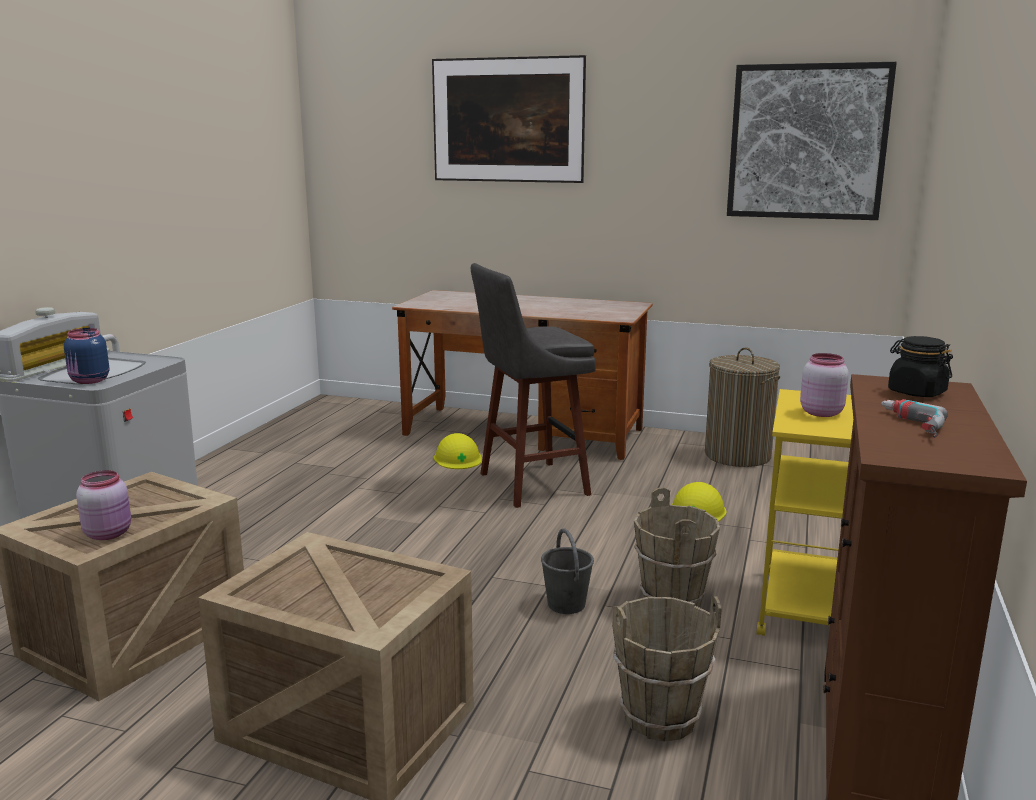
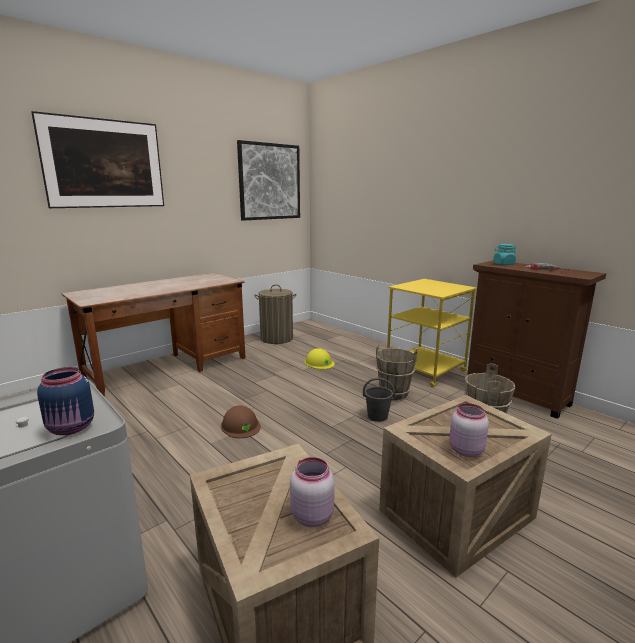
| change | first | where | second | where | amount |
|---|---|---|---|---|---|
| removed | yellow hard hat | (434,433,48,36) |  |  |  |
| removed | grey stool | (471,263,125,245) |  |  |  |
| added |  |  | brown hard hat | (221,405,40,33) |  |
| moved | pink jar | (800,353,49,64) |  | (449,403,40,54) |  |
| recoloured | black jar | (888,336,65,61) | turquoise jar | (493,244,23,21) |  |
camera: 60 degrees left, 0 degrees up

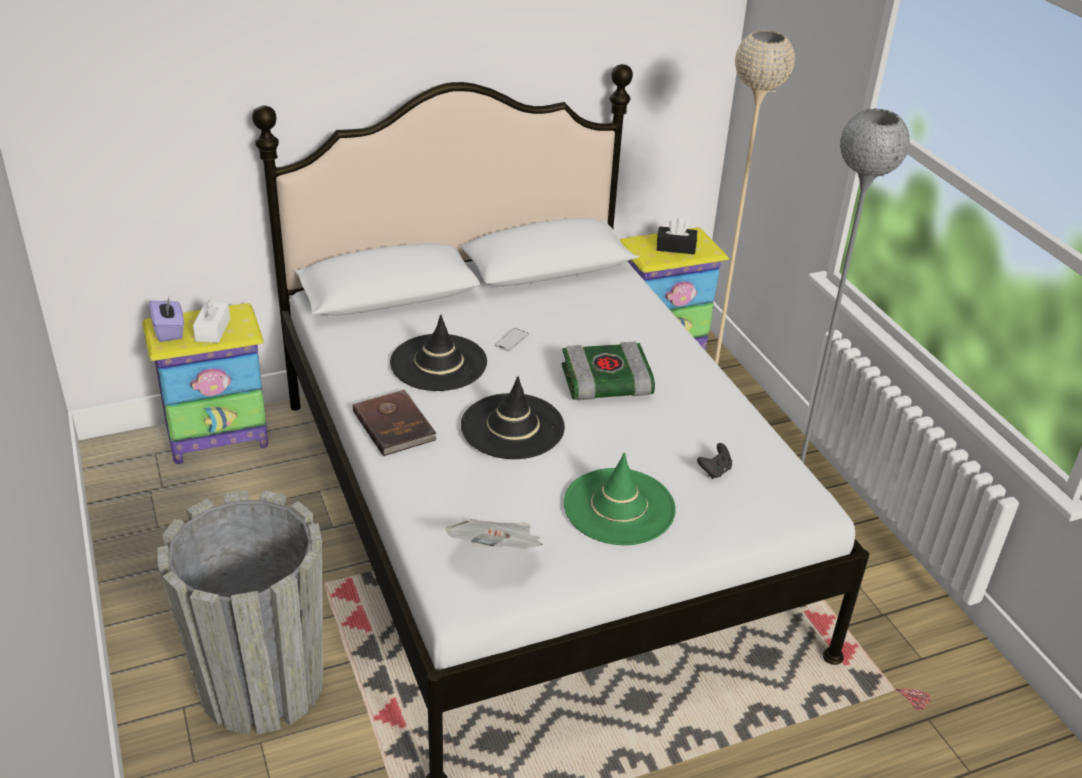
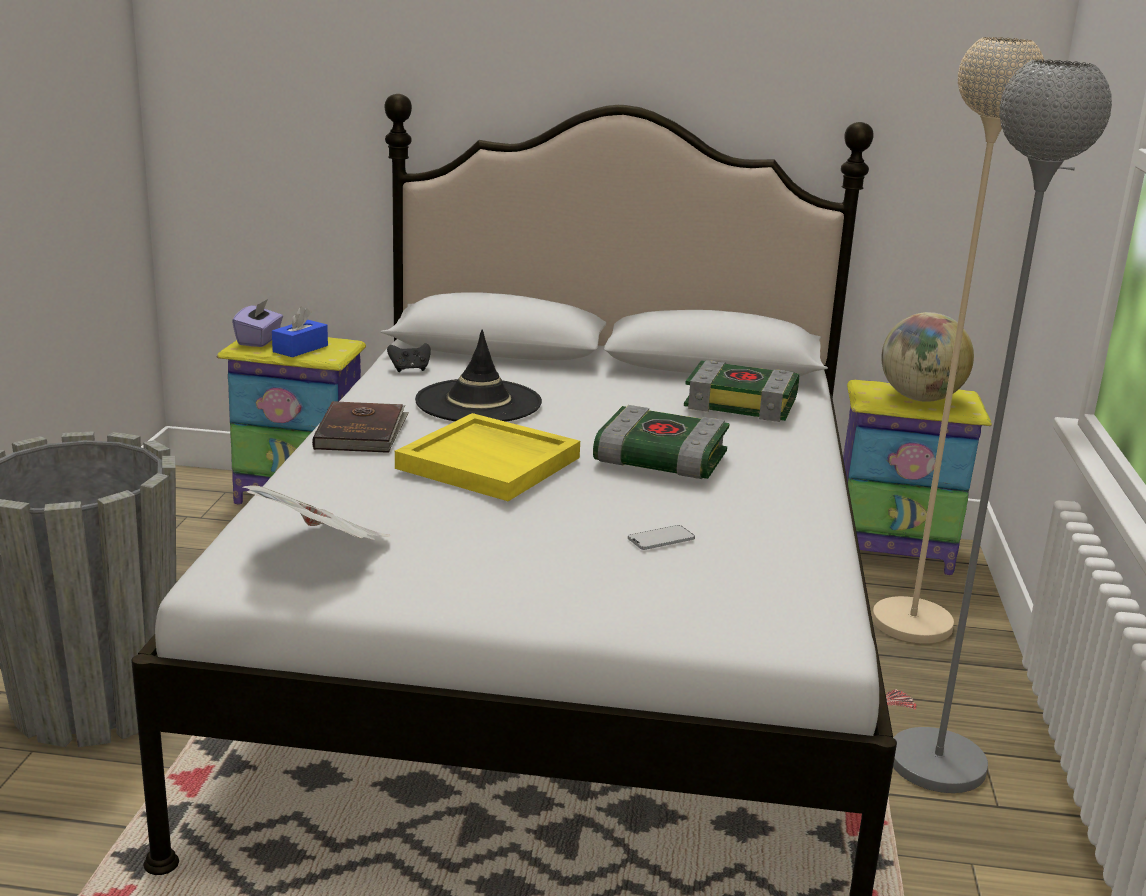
| change | first | where | second | where | amount |
|---|---|---|---|---|---|
| removed | green hat | (564,452,112,93) |  |  |  |
| added |  |  | book | (684,360,115,62) |  |
| moved | phone | (495,328,34,23) |  | (628,525,67,25) |  |
| moved | black game controller | (697,443,35,36) |  | (387,343,44,29) |  |
| replaced | black hat | (461,376,104,83) | yellow tray | (395,413,185,88) |  |
| replaced | black tissue box | (657,218,40,36) | globe | (881,312,93,90) |  |
| recoloured | white tissue box | (193,297,37,46) | blue tissue box | (272,307,56,50) |  |
camera: 30 degrees right, 15 degrees down

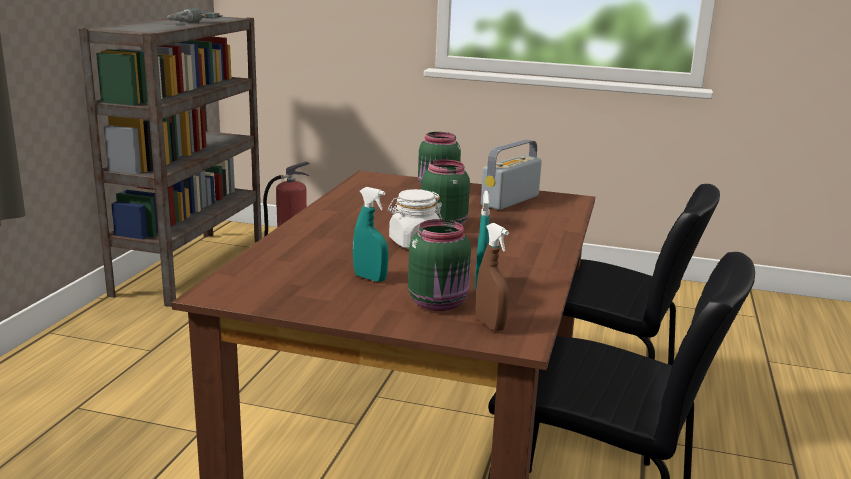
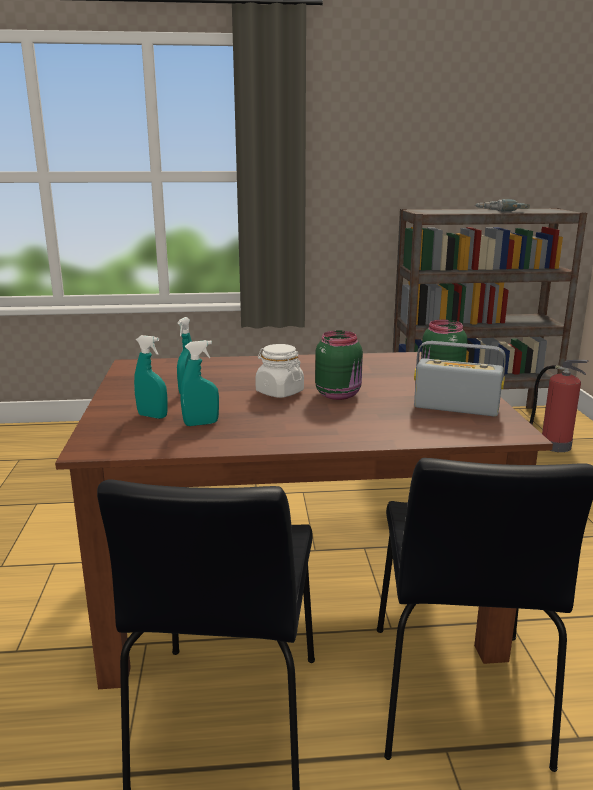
| change | first | where | second | where | amount |
|---|---|---|---|---|---|
| removed | brown spray bottle | (476,223,33,108) |  |  |  |
| replaced | green jar | (408,219,63,92) | turquoise spray bottle | (134,335,34,84) |  |
camera: 70 degrees right, 0 degrees up

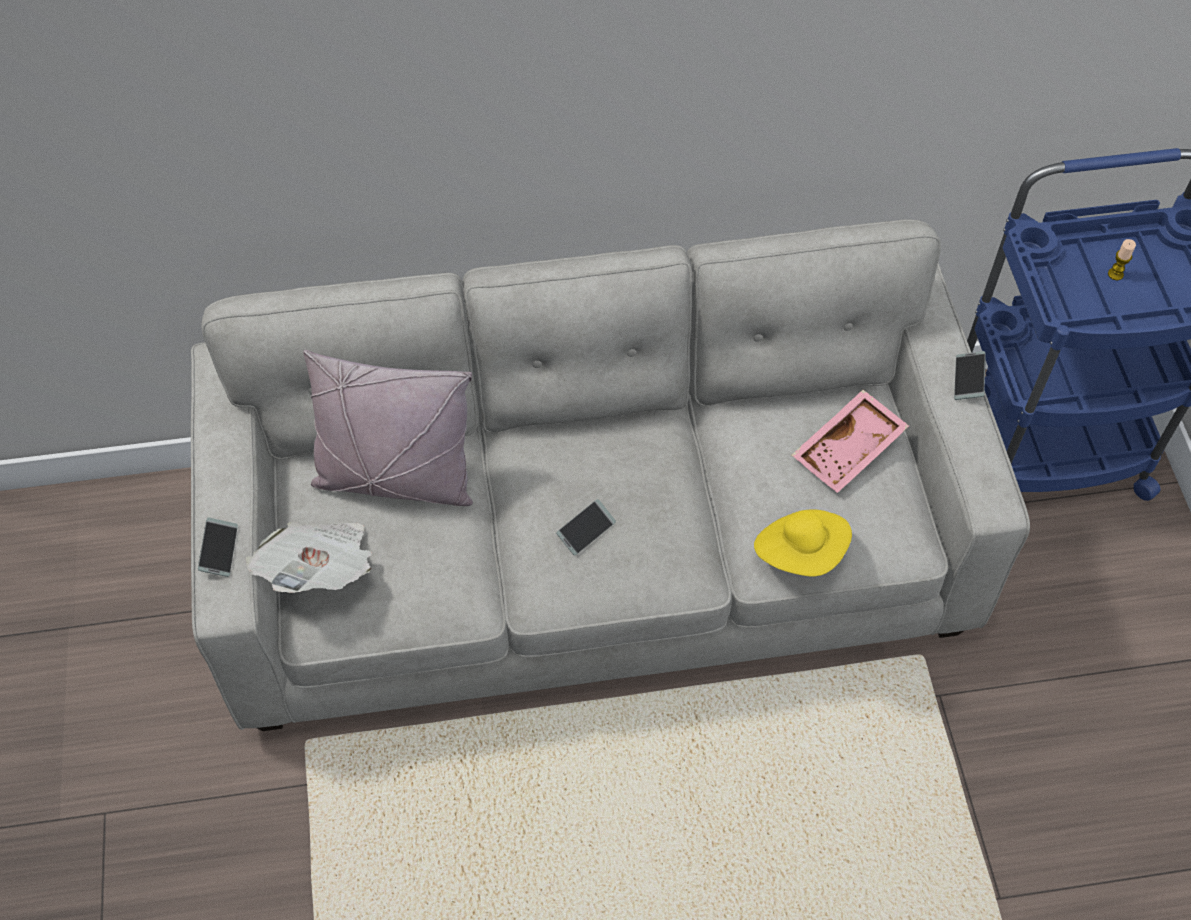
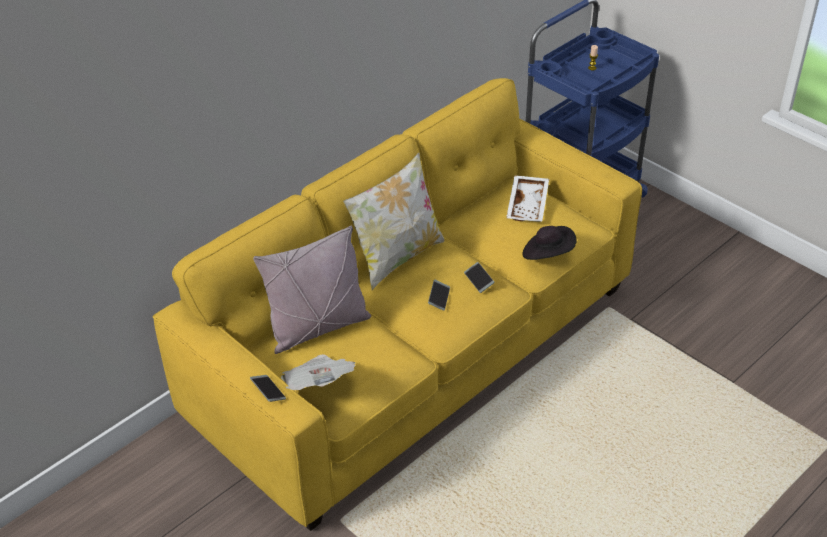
| change | first | where | second | where | amount |
|---|---|---|---|---|---|
| added |  |  | pillow | (343,153,102,137) |  |
| moved | phone | (954,351,32,49) |  | (464,262,31,31) |  |
| recoloured | grey sofa | (191,219,839,512) | yellow sofa | (153,78,489,453) |  |
| recoloured | yellow hat | (754,509,98,67) | black hat | (522,226,55,34) |  |
| recoloured | pink tray | (792,390,117,103) | white tray | (506,175,43,47) |  |
camera: 35 degrees left, 15 degrees down

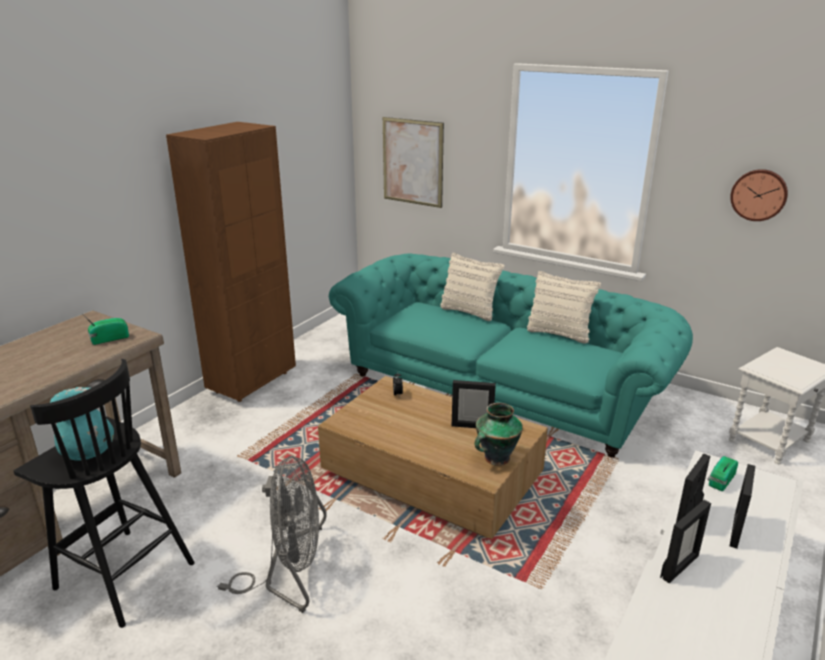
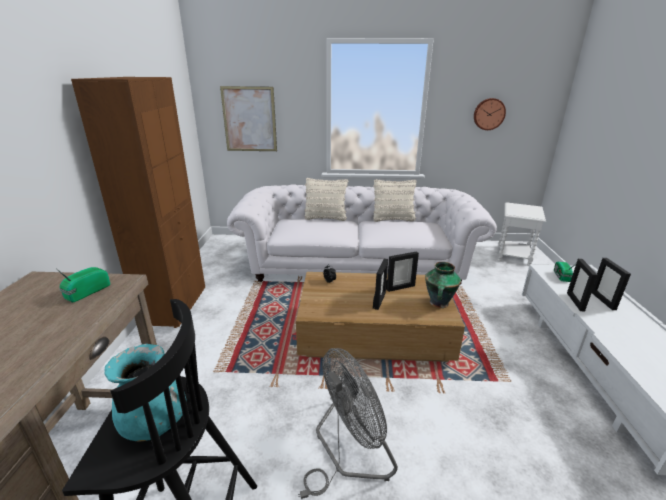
| change | first | where | second | where | amount |
|---|---|---|---|---|---|
| moved | picture frame | (660,500,51,83) |  | (373,259,15,51) |  |
| recoloured | turquoise sofa | (329,253,364,205) | white sofa | (227,184,270,101) |  |
camera: 30 degrees left, 0 degrees up

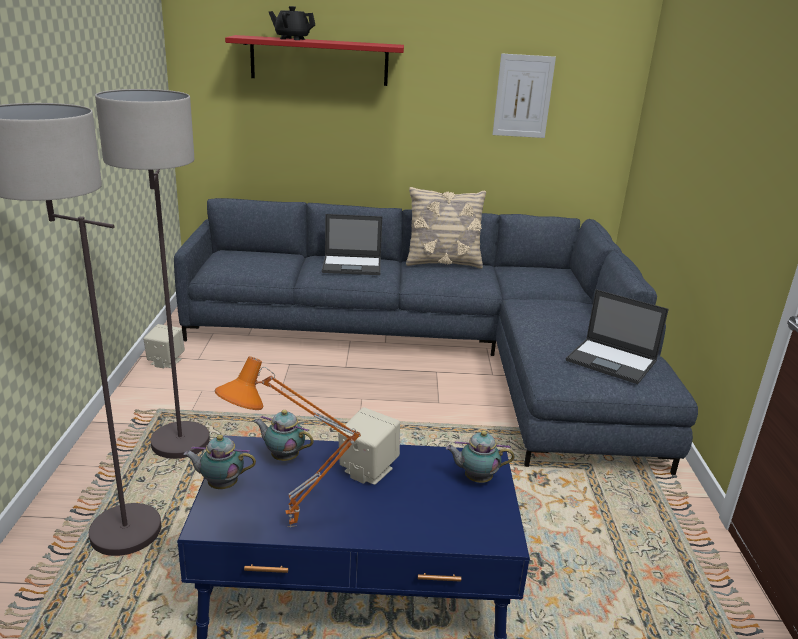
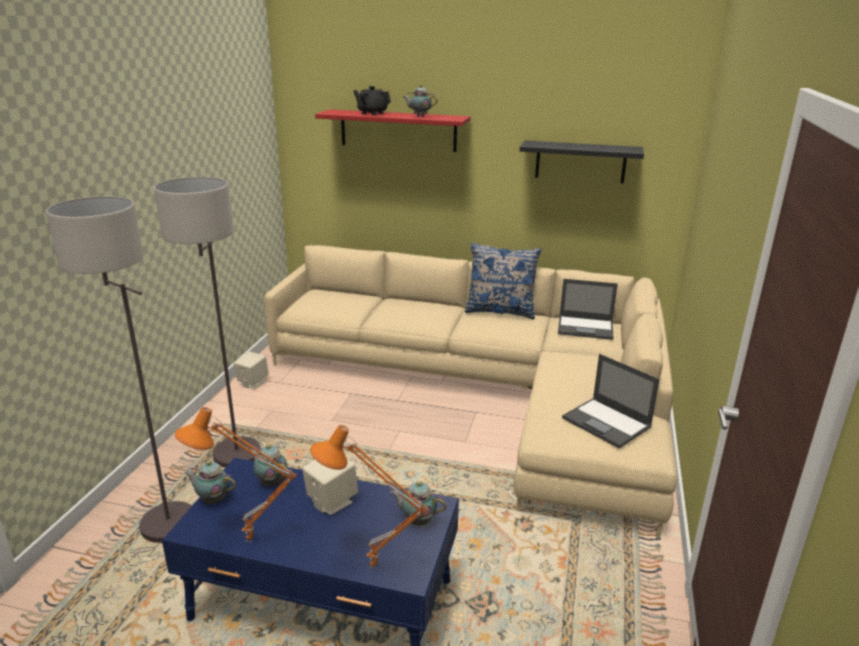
| change | first | where | second | where | amount |
|---|---|---|---|---|---|
| added |  |  | orange table lamp | (310,425,118,144) |  |
| added |  |  | teapot | (404,85,33,32) |  |
| moved | laptop | (322,214,60,61) |  | (558,279,60,61) |  |
| replaced | picture | (492,53,64,85) | black shelf | (519,140,125,44) |  |
| recoloured | blue sofa | (174,198,524,277) | beige sofa | (265,245,412,293) |  |
| recoloured | beige pillow | (406,187,80,82) | blue pillow | (465,242,76,78) |  |
camera: 15 degrees right, 0 degrees up

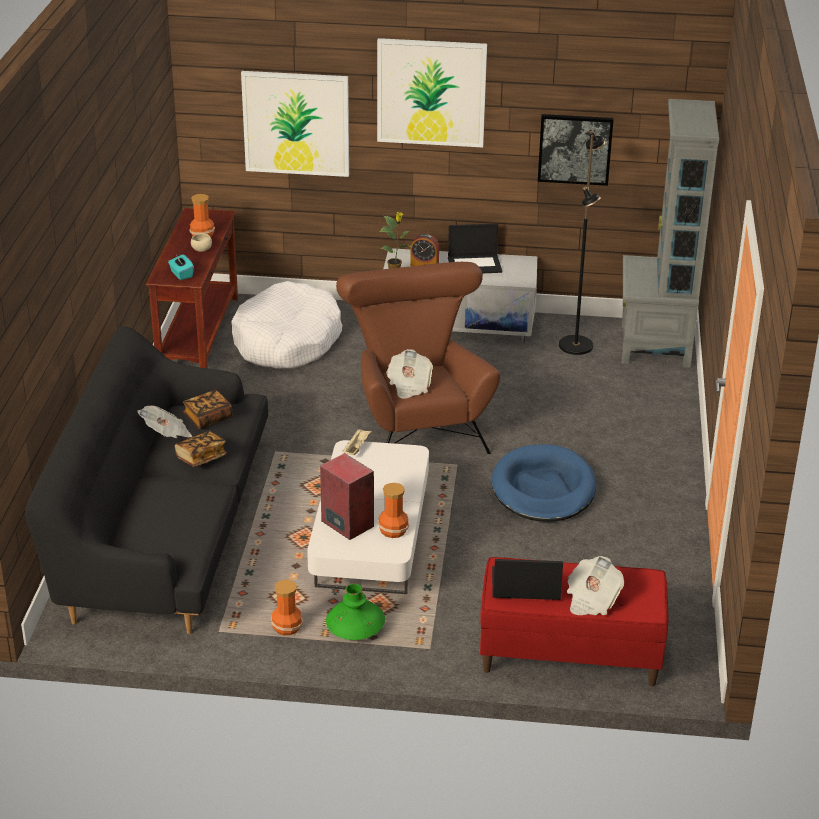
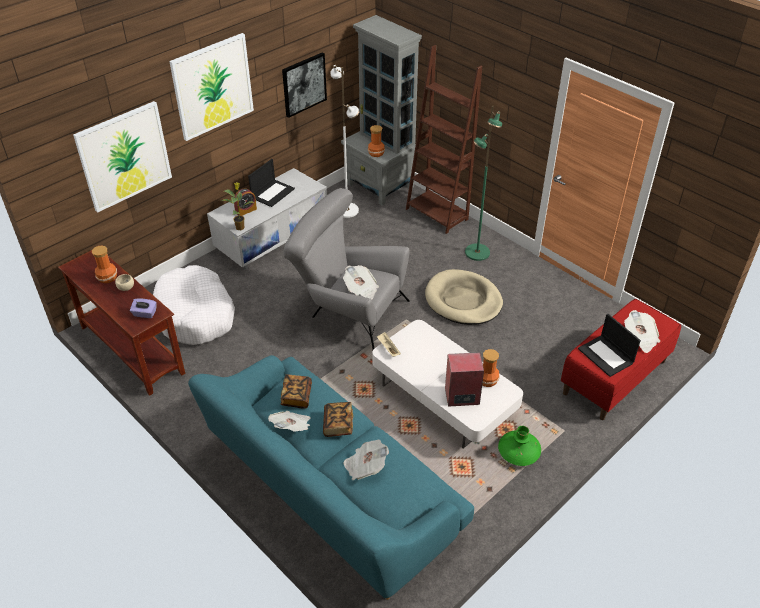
| change | first | where | second | where | amount |
|---|---|---|---|---|---|
| added |  |  | newspaper | (343,440,46,40) |  |
| added |  |  | brown bookcase | (406,45,76,189) |  |
| added |  |  | green floor lamp | (465,106,37,155) |  |
| moved | vase | (271,580,32,55) |  | (368,125,17,32) |  |
| recoloured | black sofa | (25,326,243,308) | turquoise sofa | (188,355,286,245) |  |
| recoloured | turquoise tissue box | (168,254,26,26) | purple tissue box | (130,298,27,20) |  |
| recoloured | brown armchair | (336,262,164,192) | grey armchair | (283,188,127,162) |  |
| recoloured | blue dog bed | (492,444,104,78) | beige dog bed | (425,269,78,56) |  |
| recoloured | black floor lamp | (559,130,46,225) | white floor lamp | (330,65,30,153) |  |
| turned | laptop | (492,559,71,41) |  | (578,314,63,63) | 75 degrees counterclockwise |
camera: 50 degrees left, 10 degrees up

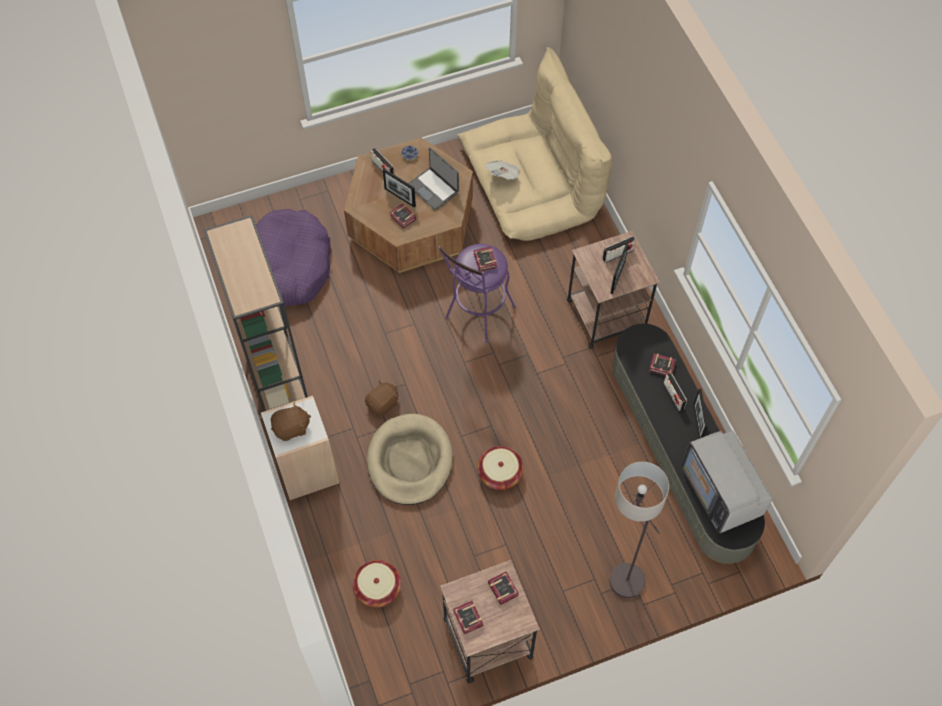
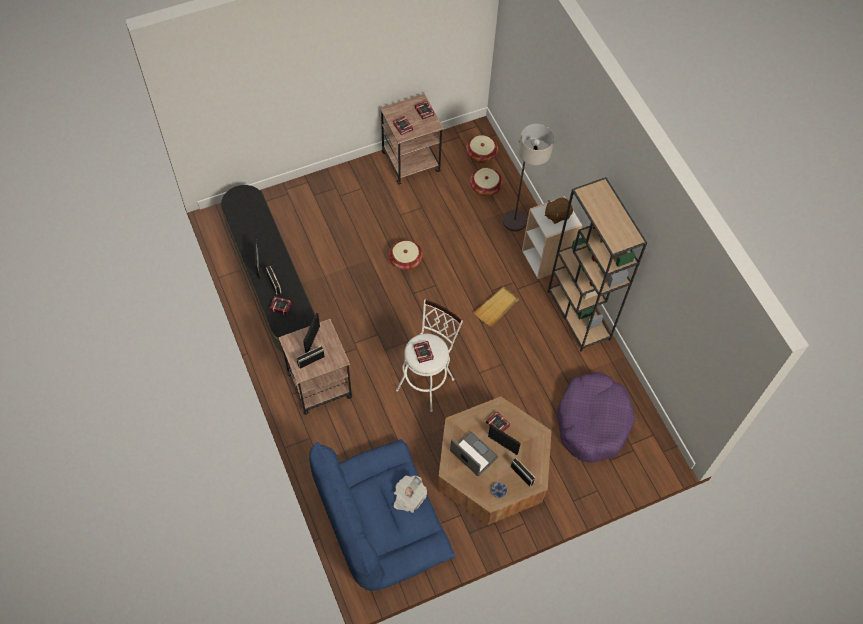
| change | first | where | second | where | amount |
|---|---|---|---|---|---|
| removed | beige dog bed | (367,414,86,91) |  |  |  |
| removed | television | (682,431,91,102) |  |  |  |
| added |  |  | basket | (466,135,32,28) |  |
| moved | grey floor lamp | (609,462,60,136) |  | (503,124,51,107) |  |
| replaced | brown plush toy | (365,380,34,36) | beige tray | (474,286,45,41) |  |
| recoloured | purple stool | (438,244,78,99) | white stool | (396,300,67,112) |  |
| recoloured | beige sofa | (457,47,155,194) | blue sofa | (309,439,147,152) |  |
camera: 175 degrees right, 0 degrees up

